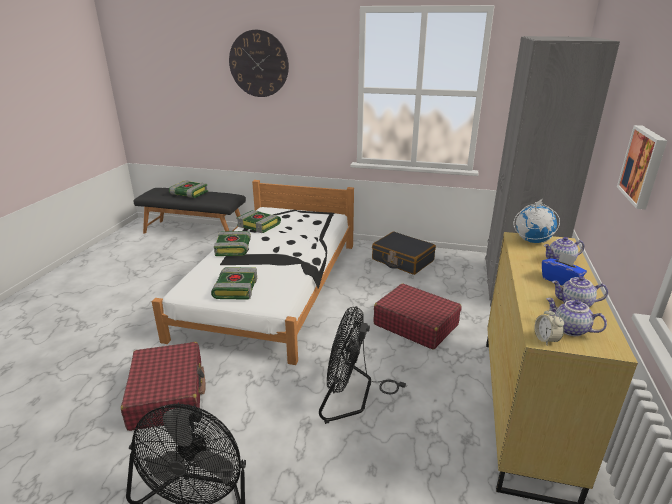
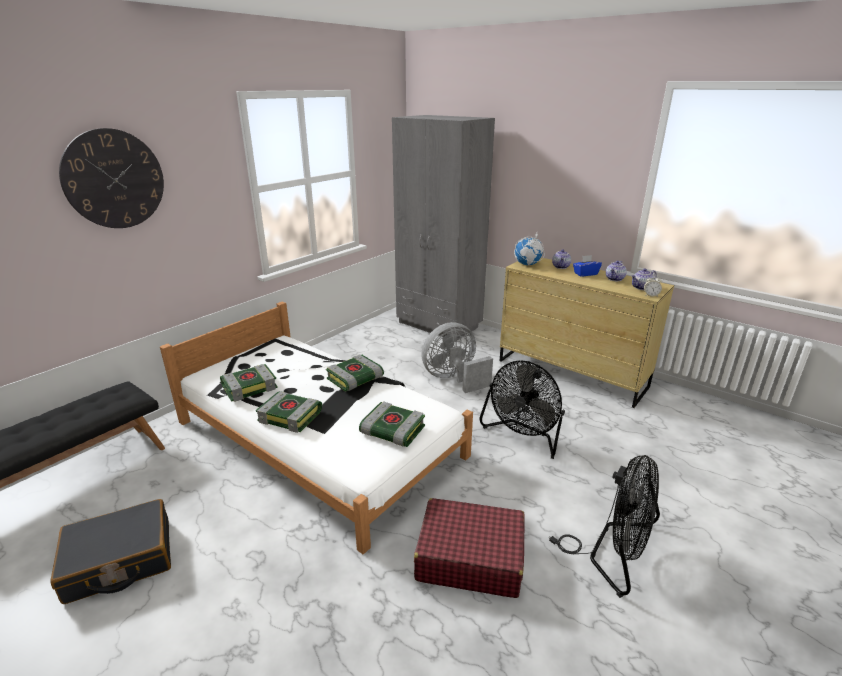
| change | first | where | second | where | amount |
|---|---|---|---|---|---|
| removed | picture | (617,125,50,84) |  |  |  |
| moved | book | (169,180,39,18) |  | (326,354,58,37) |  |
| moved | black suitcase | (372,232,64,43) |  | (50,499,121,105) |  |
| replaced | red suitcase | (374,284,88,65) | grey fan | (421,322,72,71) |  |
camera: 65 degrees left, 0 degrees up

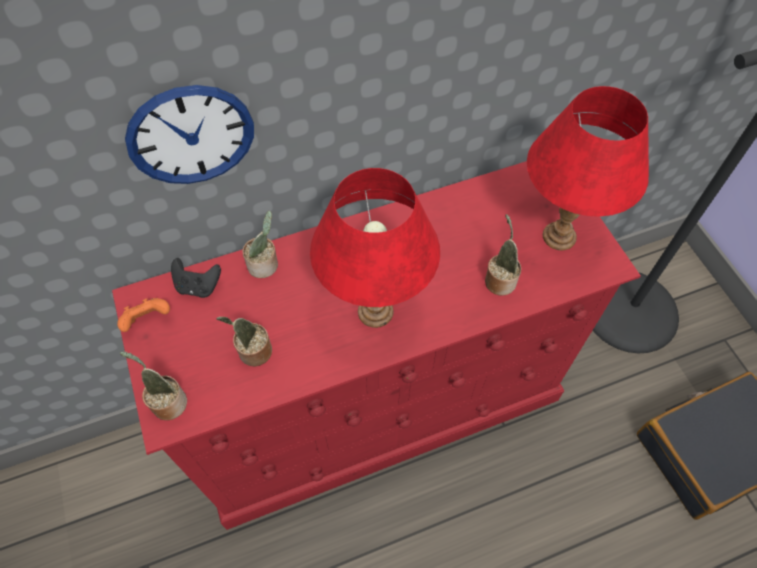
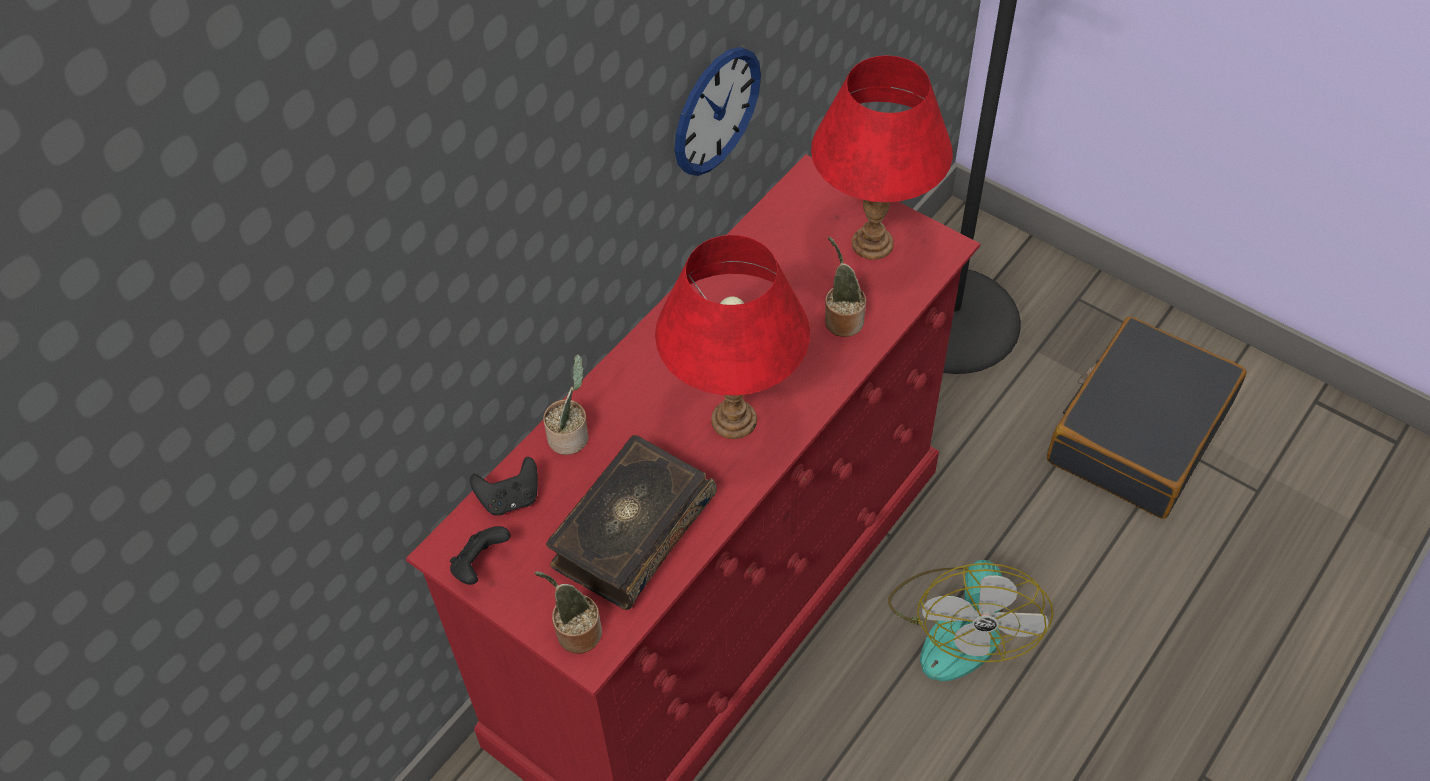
| change | first | where | second | where | amount |
|---|---|---|---|---|---|
| added |  |  | fan | (888,560,165,121) |  |
| moved | wall clock | (125,85,129,99) |  | (675,47,86,129) |  |
| replaced | potted plant | (216,317,56,50) | book | (546,435,171,175) |  |
| recoloured | orange game controller | (117,298,53,34) | black game controller | (450,526,61,59) |  |
camera: 30 degrees left, 5 degrees down

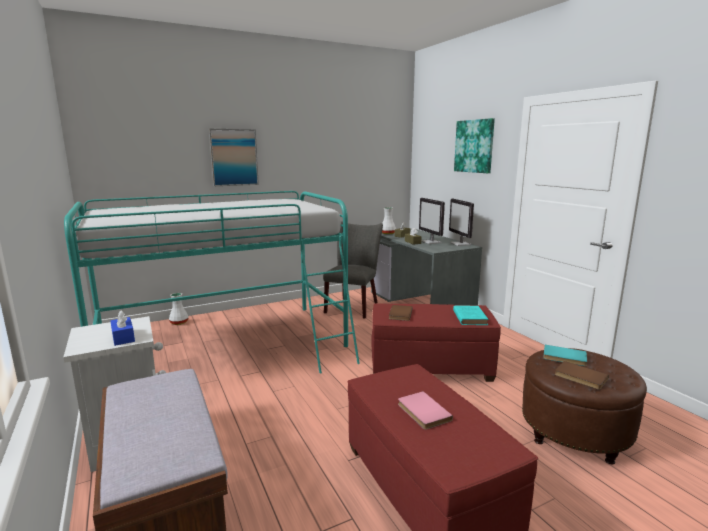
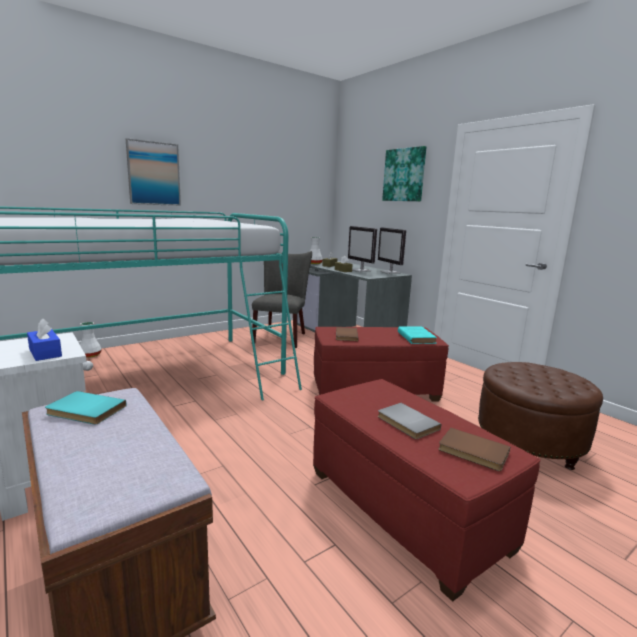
| change | first | where | second | where | amount |
|---|---|---|---|---|---|
| moved | turquoise book | (543,345,44,21) |  | (45,391,81,33) |  |
| moved | brown book | (555,361,54,29) |  | (438,428,72,43) |  |
| recoloured | pink book | (398,391,55,39) | grey book | (378,403,63,36) |  |
camera: 10 degrees left, 0 degrees up

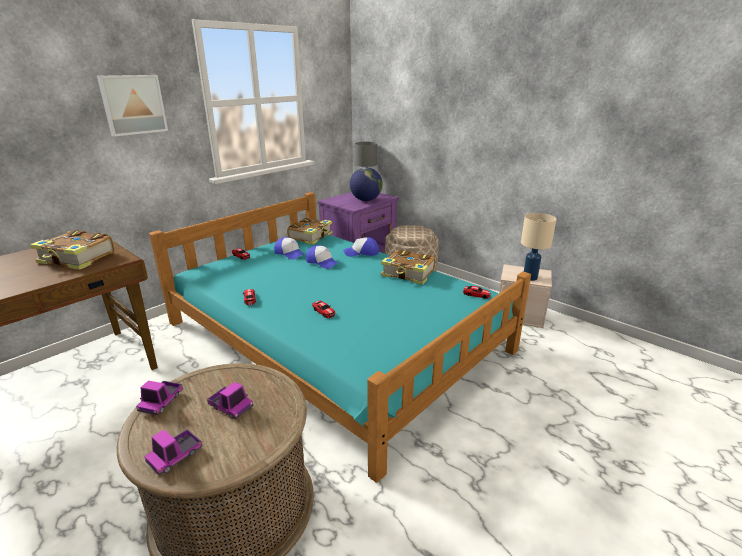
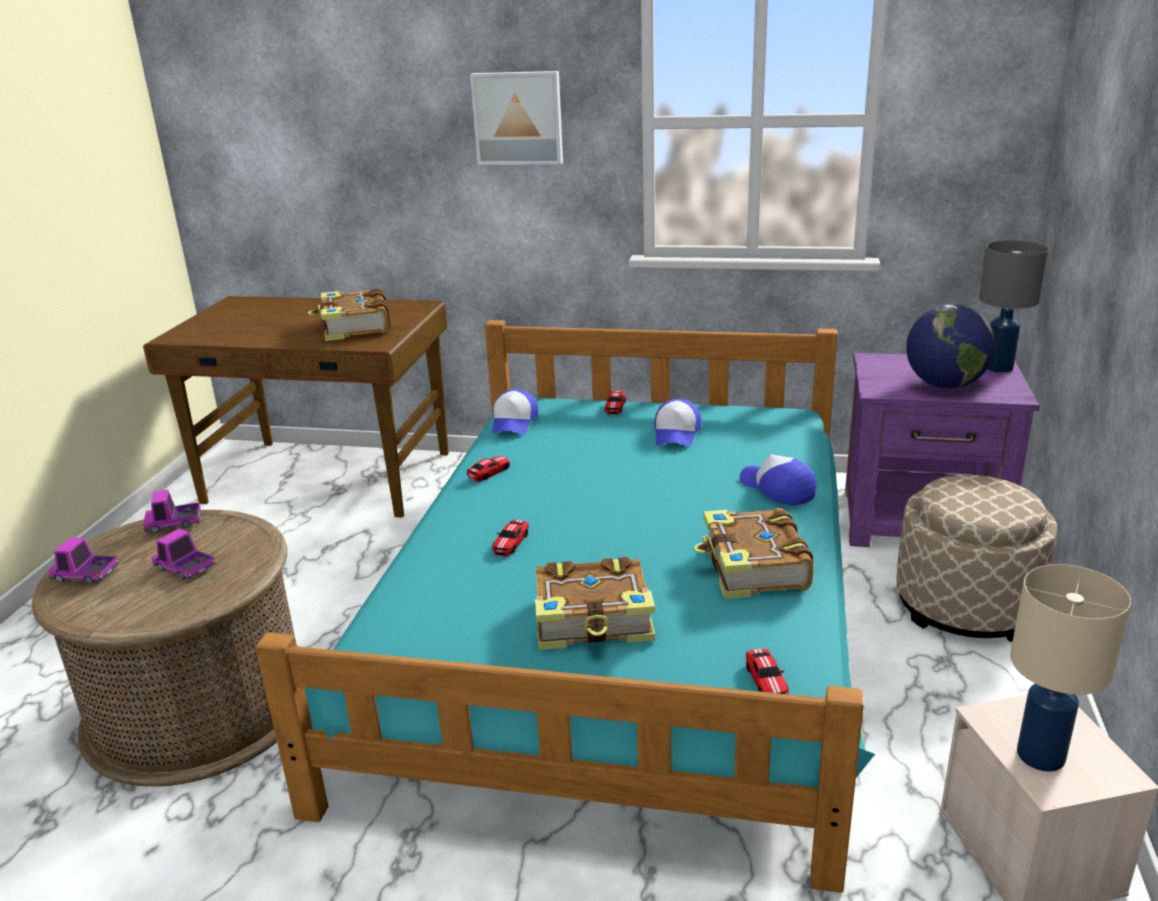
| change | first | where | second | where | amount |
|---|---|---|---|---|---|
| moved | book | (287,218,46,27) |  | (535,557,120,93) |  |
| moved | cap | (306,245,34,24) |  | (492,389,46,45) |  |
| turned | toy truck | (207,382,46,37) |  | (152,529,63,50) | 120 degrees clockwise |
camera: 60 degrees right, 0 degrees up

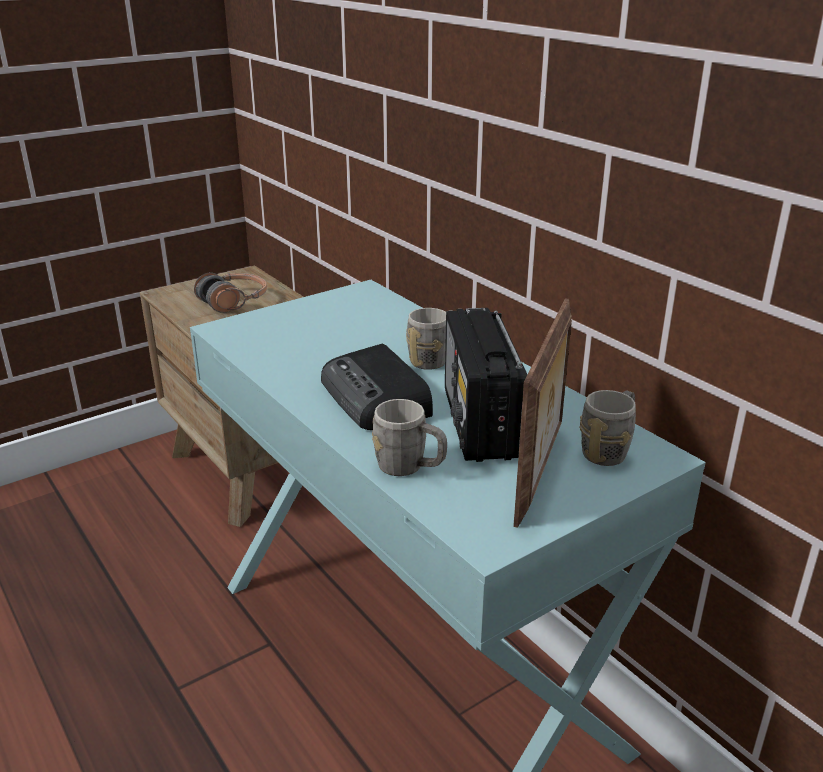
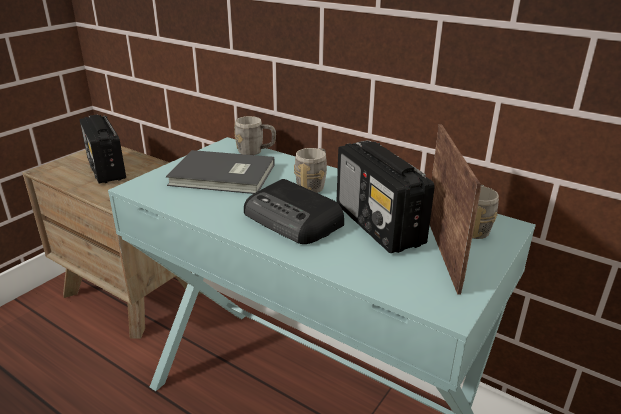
| change | first | where | second | where | amount |
|---|---|---|---|---|---|
| added |  |  | grey book | (166,150,109,44) |  |
| moved | grey mug | (372,399,75,77) |  | (234,116,42,39) |  |
| replaced | headphones | (194,272,73,41) | radio | (79,114,47,69) |  |
camera: 20 degrees left, 0 degrees up

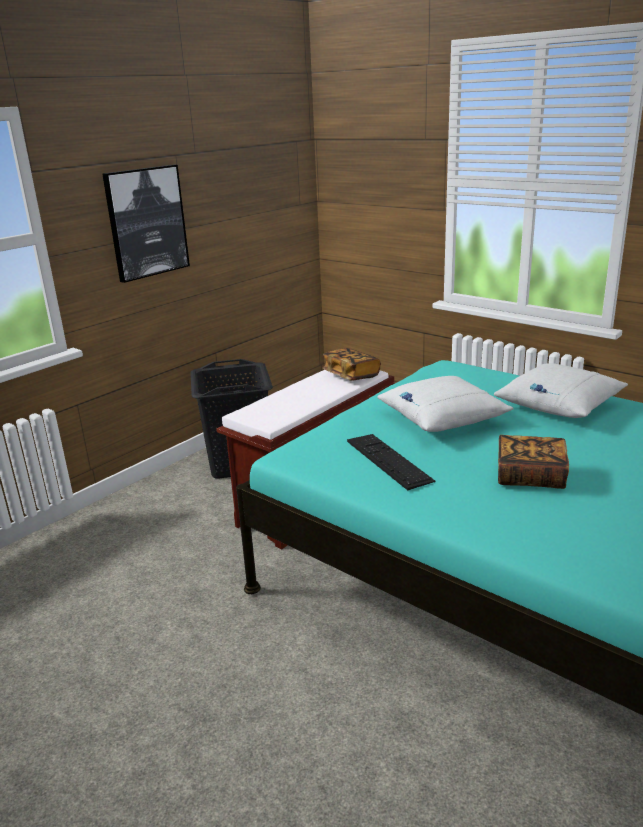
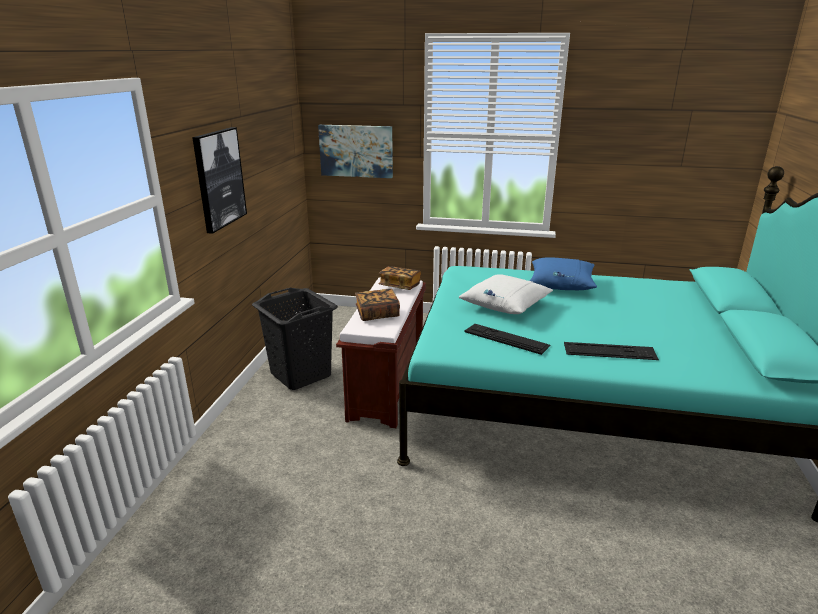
| change | first | where | second | where | amount |
|---|---|---|---|---|---|
| added |  |  | picture | (318,125,75,53) |  |
| added |  |  | keyboard | (564,342,95,18) |  |
| moved | book | (498,435,71,54) |  | (355,289,45,32) |  |
| recoloured | grey pillow | (494,363,134,55) | blue pillow | (529,257,68,33) |  |
camera: 30 degrees left, 0 degrees up

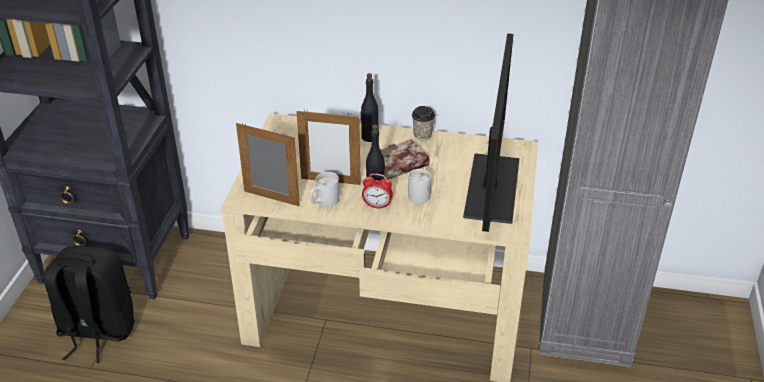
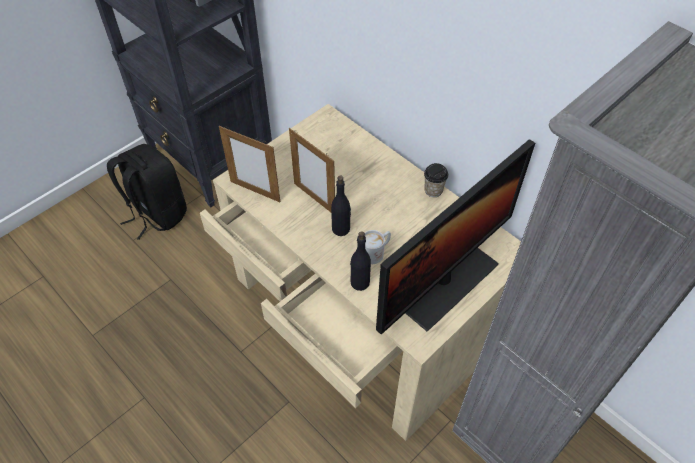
| change | first | where | second | where | amount |
|---|---|---|---|---|---|
| removed | white mug | (310,172,29,35) |  |  |  |
| removed | alarm clock | (362,173,31,36) |  |  |  |
| removed | book | (381,139,49,40) |  |  |  |
| moved | black bottle | (360,73,18,69) |  | (350,231,21,60) |  |
| turned | picture frame | (236,123,64,83) |  | (219,126,61,76) | 150 degrees clockwise |
camera: 35 degrees right, 15 degrees up

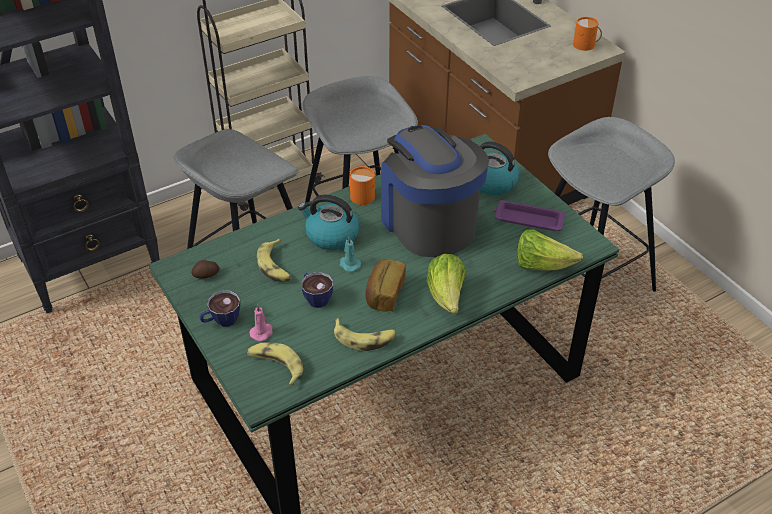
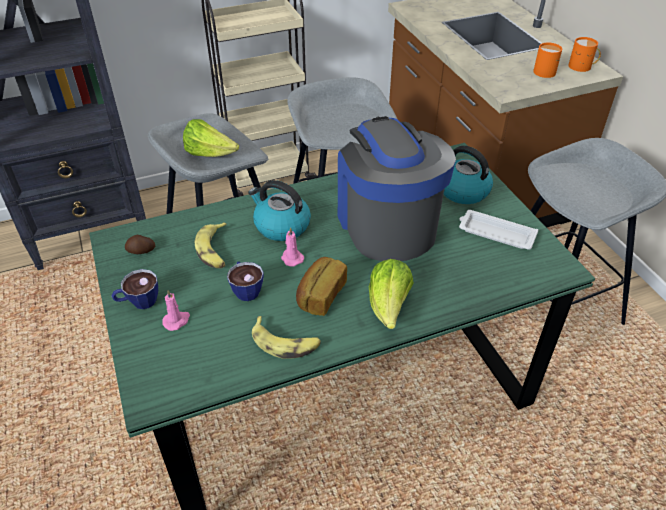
| change | first | where | second | where | amount |
|---|---|---|---|---|---|
| removed | banana | (247,342,56,44) |  |  |  |
| moved | orange mug | (350,166,26,39) |  | (533,43,29,35) |  |
| moved | lettuce | (517,229,66,42) |  | (183,119,56,38) |  |
| recoloured | turquoise candle | (340,237,21,35) | pink candle | (281,227,23,39) |  |
| recoloured | purple tray | (494,200,72,31) | white tray | (459,210,79,40) |  |
camera: 10 degrees right, 0 degrees up

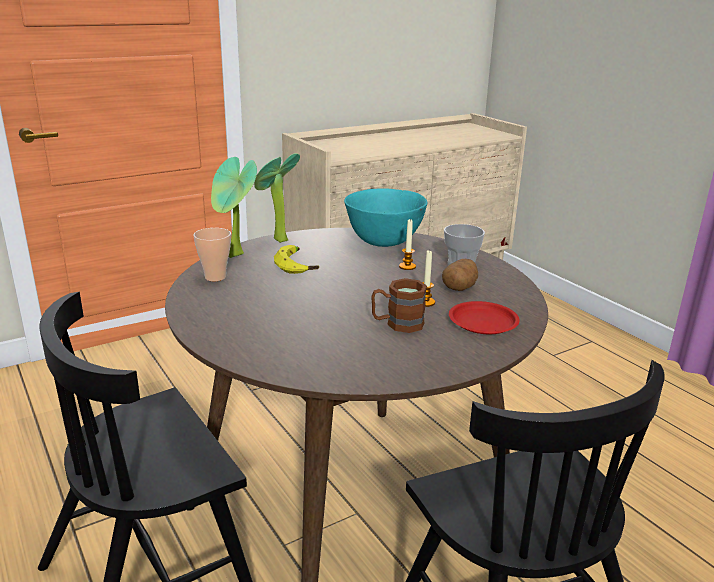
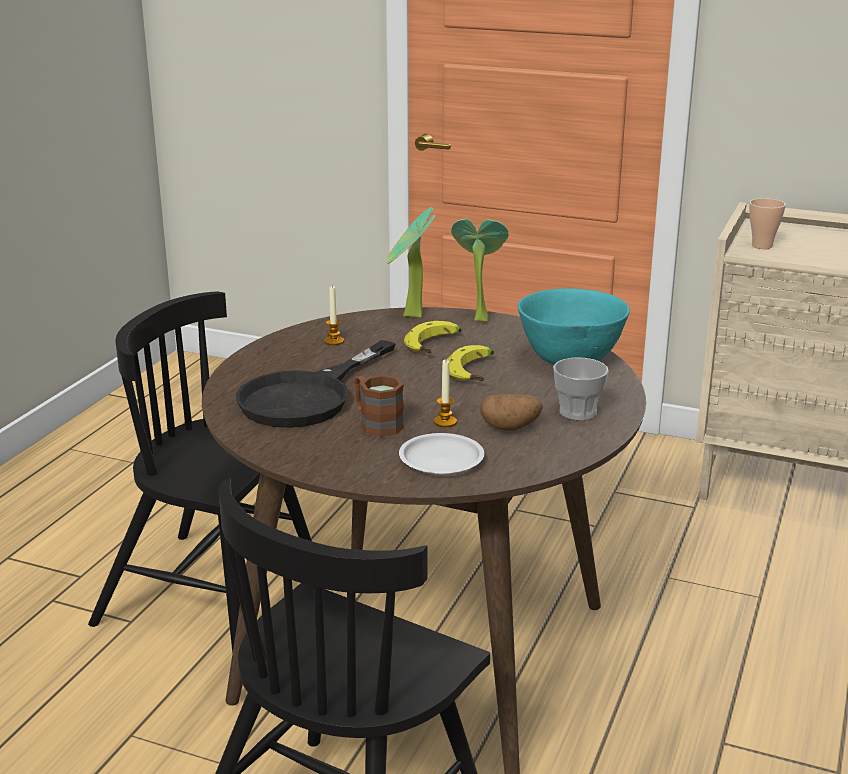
| change | first | where | second | where | amount |
|---|---|---|---|---|---|
| added |  |  | black frying pan | (236,340,160,88) |  |
| added |  |  | banana | (446,345,48,36) |  |
| moved | cup | (194,228,37,53) |  | (749,198,37,51) |  |
| moved | candle | (399,219,17,51) |  | (324,286,20,59) |  |
| recoloured | red plate | (449,301,71,33) | white plate | (399,433,85,42) |  |
camera: 55 degrees right, 0 degrees up

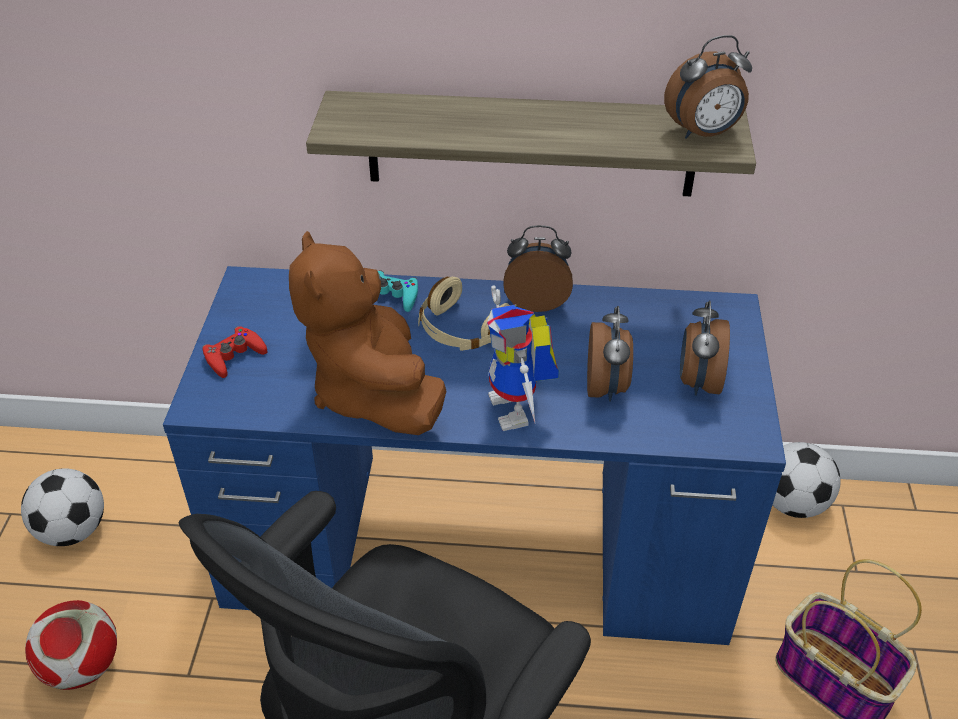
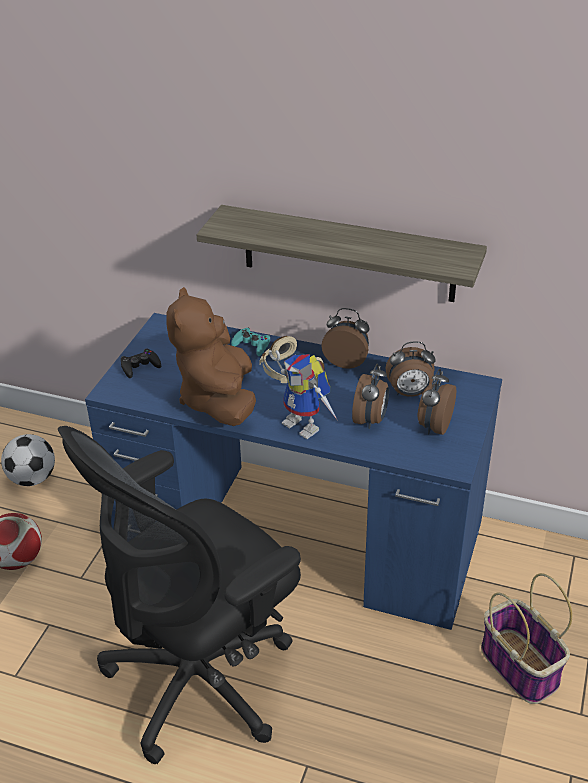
| change | first | where | second | where | amount |
|---|---|---|---|---|---|
| removed | football | (773,442,67,76) |  |  |  |
| moved | alarm clock | (664,35,88,104) |  | (386,341,50,56) |  |
| recoloured | red game controller | (202,326,65,52) | black game controller | (121,348,40,30) |  |
| turned | toy robot | (487,285,72,146) |  | (269,350,69,89) | 45 degrees counterclockwise |
camera: 15 degrees right, 5 degrees down

